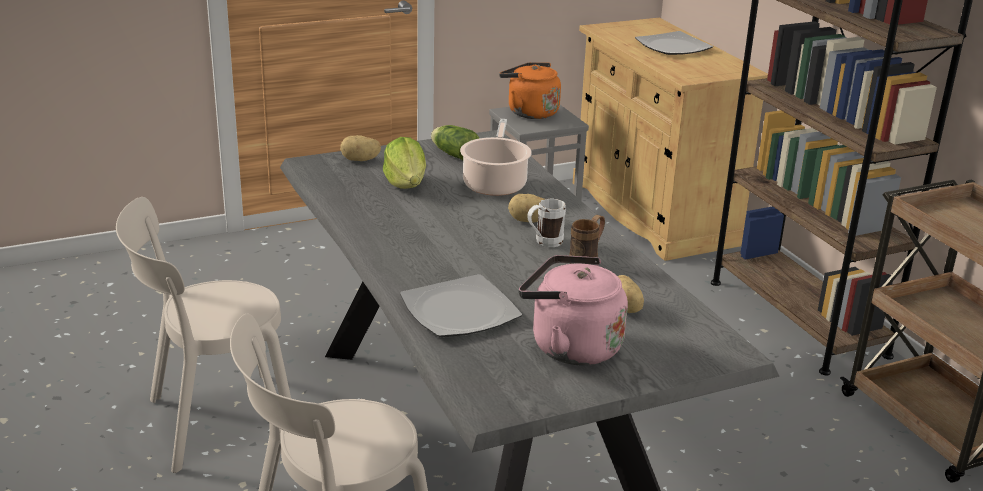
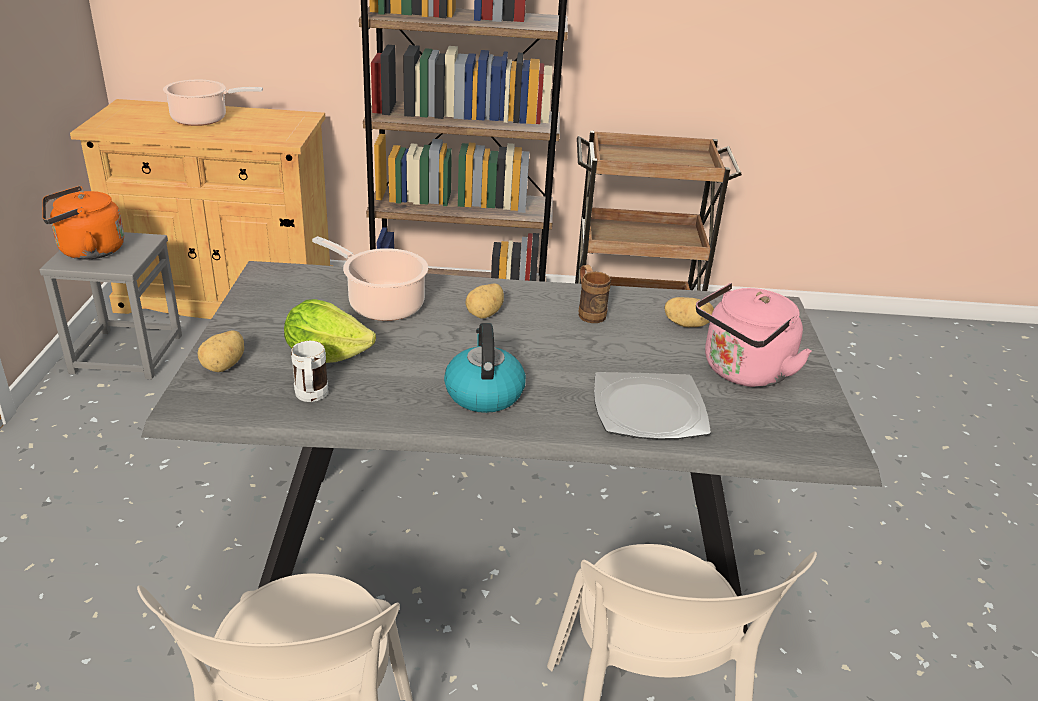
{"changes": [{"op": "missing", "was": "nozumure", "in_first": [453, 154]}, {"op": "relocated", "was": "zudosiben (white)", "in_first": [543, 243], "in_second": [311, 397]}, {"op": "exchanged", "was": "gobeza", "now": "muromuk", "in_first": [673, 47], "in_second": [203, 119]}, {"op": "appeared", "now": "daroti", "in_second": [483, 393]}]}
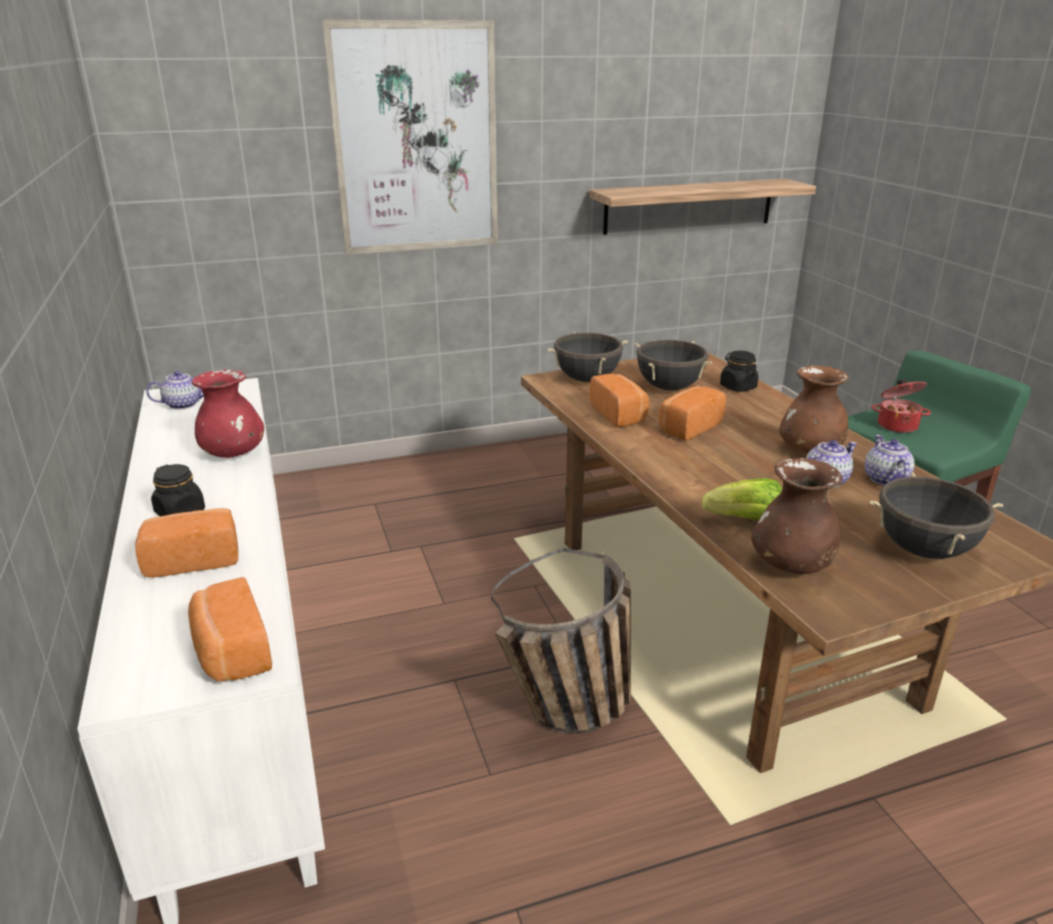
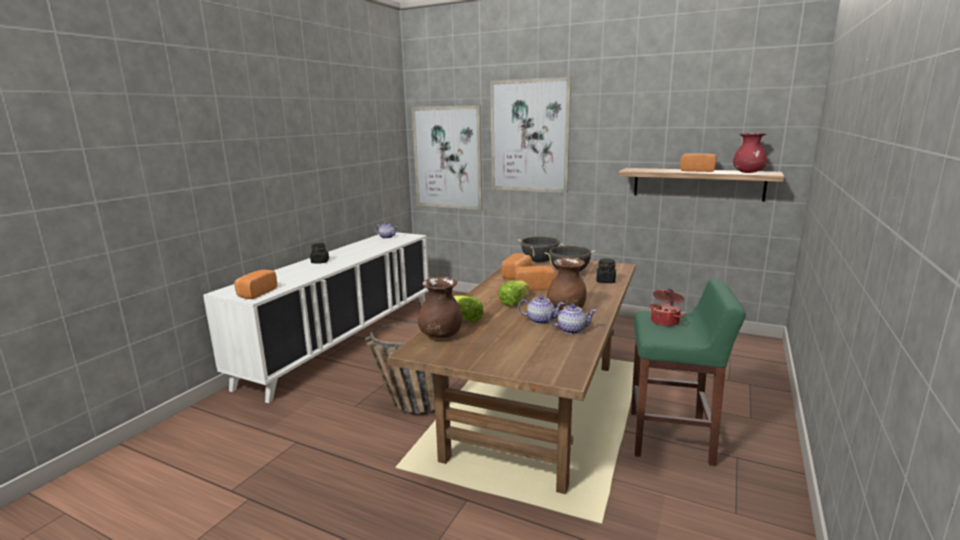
{"changes": [{"op": "relocated", "was": "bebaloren", "in_first": [193, 559], "in_second": [697, 171]}, {"op": "relocated", "was": "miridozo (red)", "in_first": [234, 453], "in_second": [748, 173]}, {"op": "spun", "was": "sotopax", "in_first": [884, 479], "in_second": [571, 330], "clockwise": 45}, {"op": "missing", "was": "muromuk (black)", "in_first": [923, 550]}, {"op": "appeared", "now": "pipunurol", "in_second": [447, 158]}, {"op": "appeared", "now": "nozumure", "in_second": [514, 302]}]}
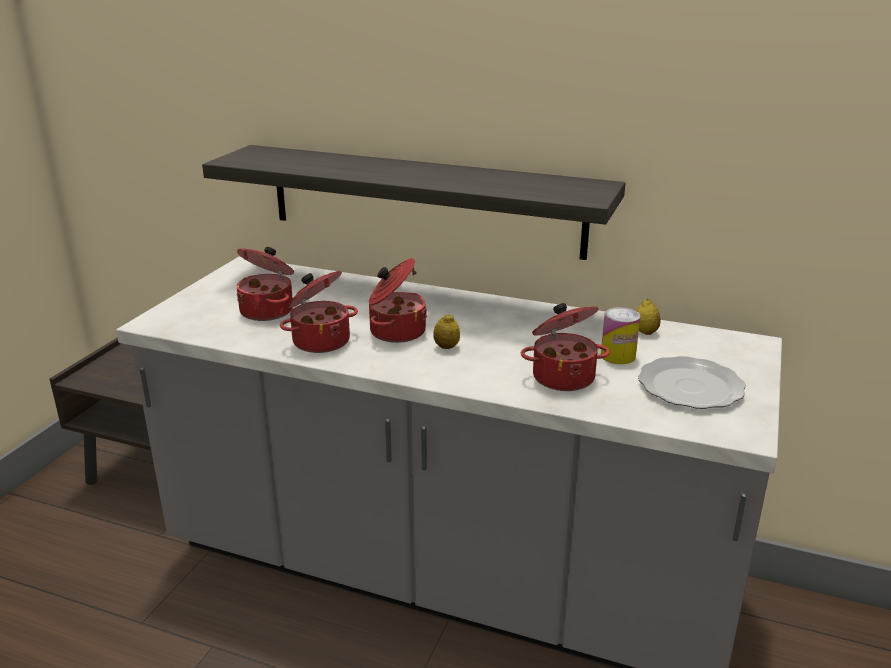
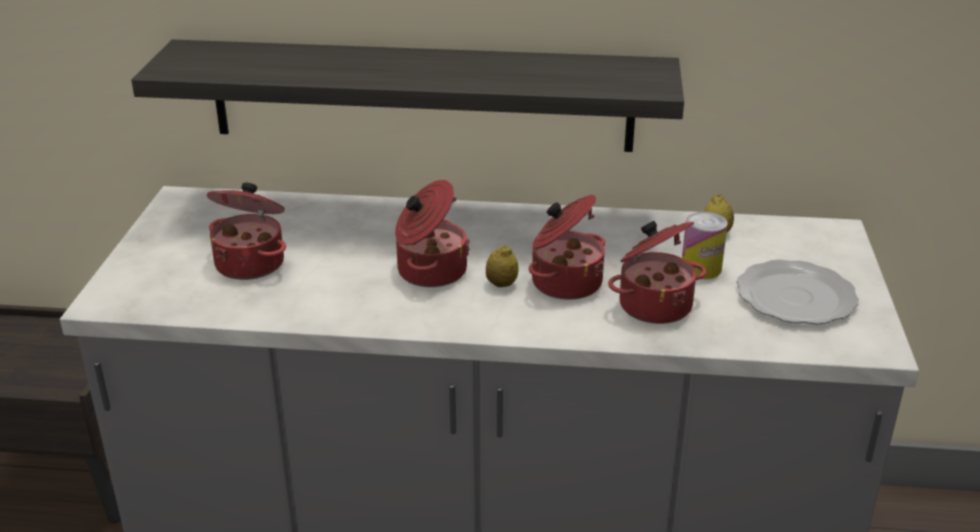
{"changes": [{"op": "relocated", "was": "muromuk", "in_first": [320, 341], "in_second": [565, 282]}]}
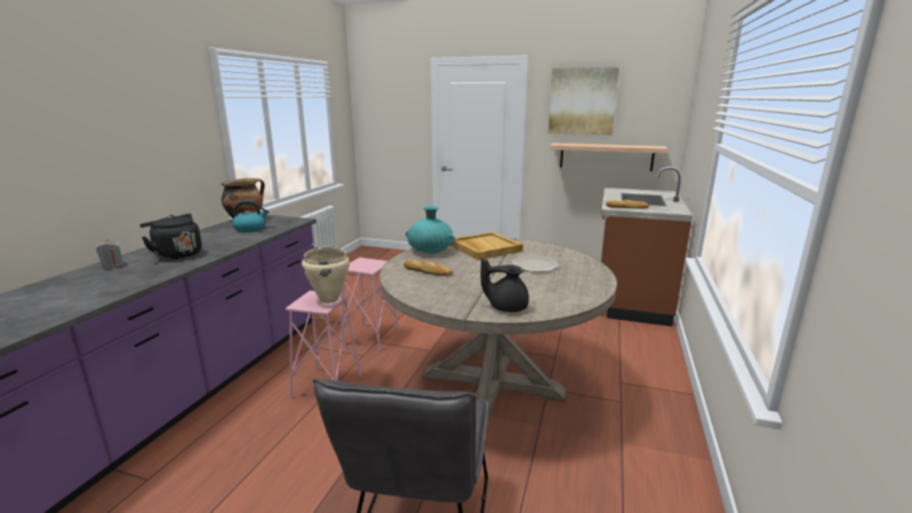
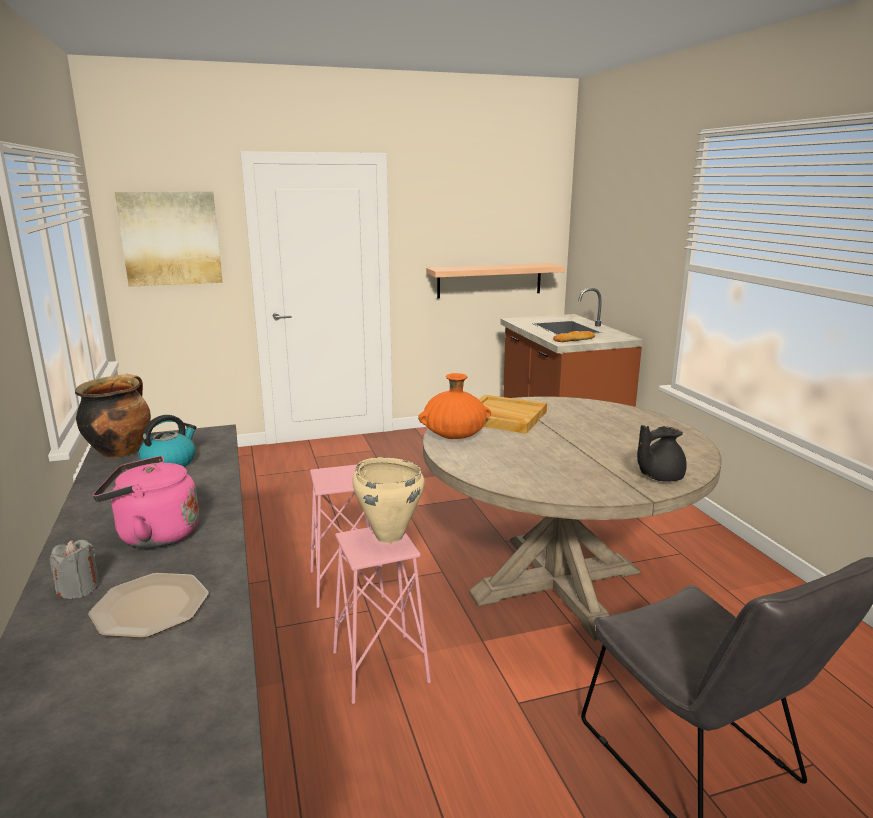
{"changes": [{"op": "colour", "was": "daroti (black)", "now": "daroti (pink)", "in_first": [176, 255], "in_second": [153, 535]}, {"op": "missing", "was": "bebaloren", "in_first": [427, 271]}, {"op": "colour", "was": "miridozo (turquoise)", "now": "miridozo (orange)", "in_first": [430, 251], "in_second": [454, 436]}, {"op": "relocated", "was": "gobeza", "in_first": [534, 265], "in_second": [150, 607]}, {"op": "relocated", "was": "pipunurol", "in_first": [582, 101], "in_second": [171, 238]}]}
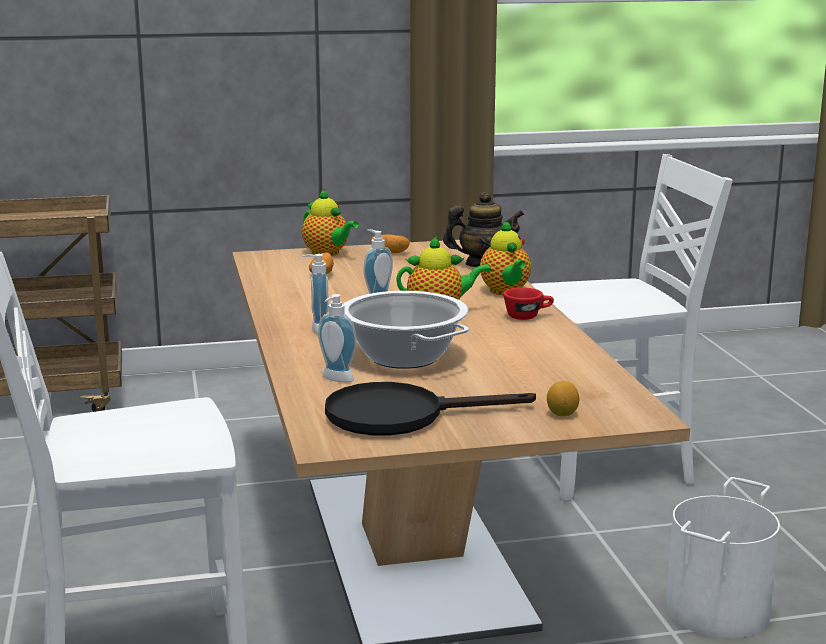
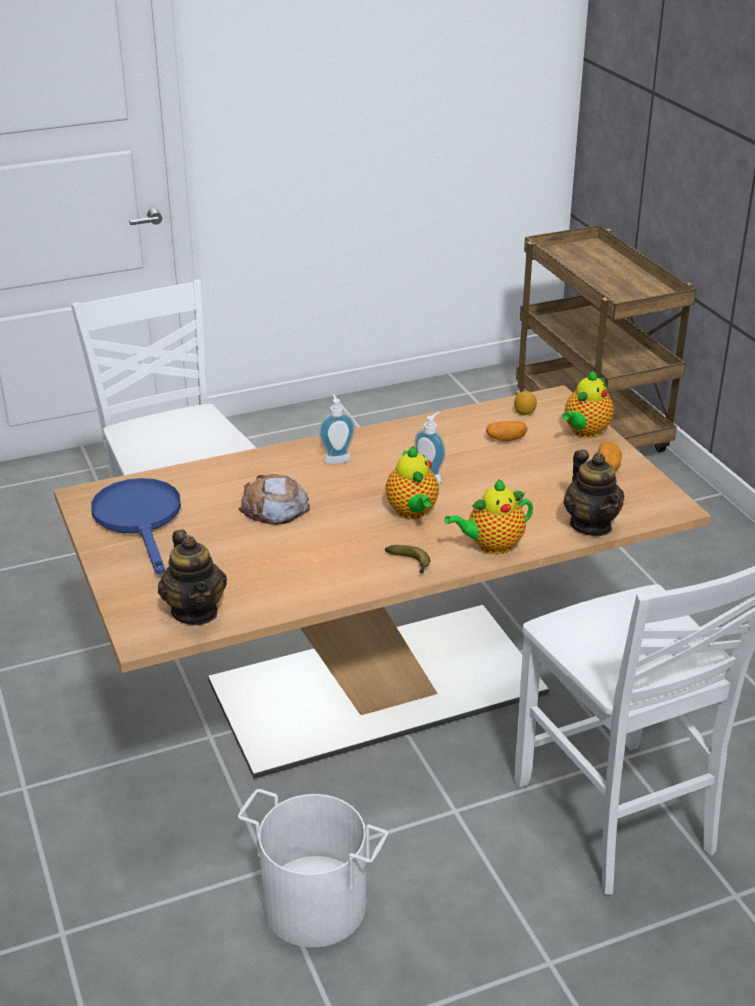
{"changes": [{"op": "missing", "was": "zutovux", "in_first": [335, 379]}, {"op": "colour", "was": "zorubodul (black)", "now": "zorubodul (blue)", "in_first": [401, 415], "in_second": [140, 519]}, {"op": "exchanged", "was": "muromuk", "now": "bebaloren", "in_first": [405, 357], "in_second": [274, 507]}, {"op": "exchanged", "was": "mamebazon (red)", "now": "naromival", "in_first": [528, 316], "in_second": [411, 564]}, {"op": "relocated", "was": "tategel", "in_first": [562, 414], "in_second": [524, 413]}, {"op": "appeared", "now": "sotopax", "in_second": [195, 611]}]}
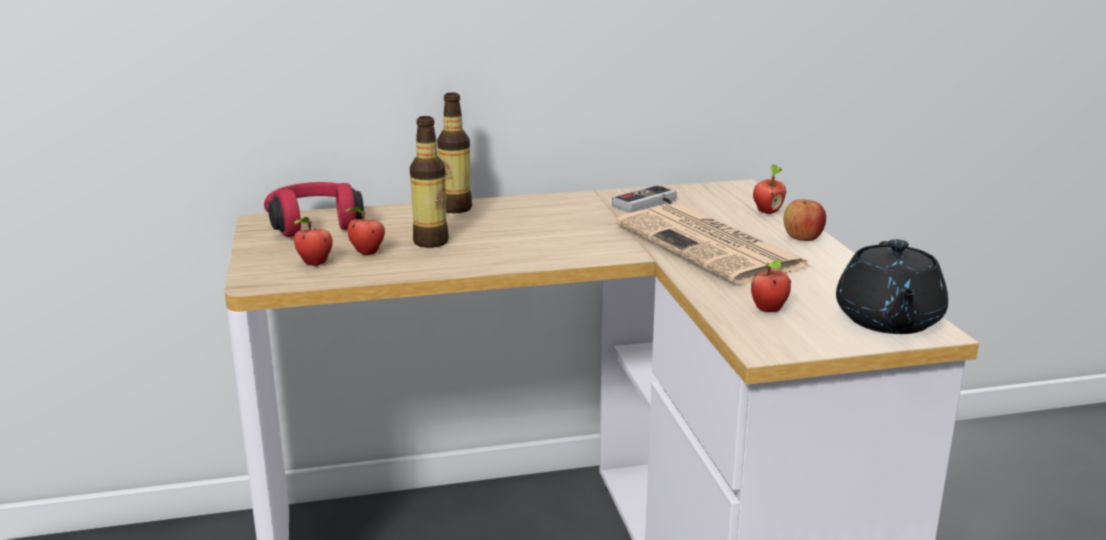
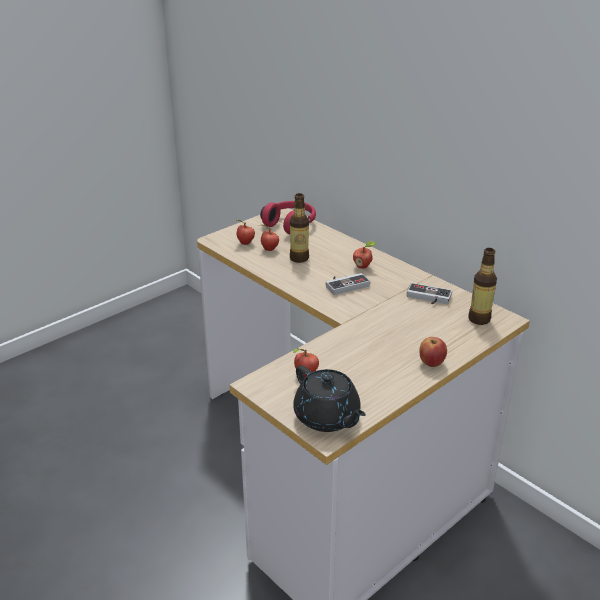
{"changes": [{"op": "relocated", "was": "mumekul", "in_first": [456, 208], "in_second": [479, 319]}, {"op": "missing", "was": "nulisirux", "in_first": [712, 246]}, {"op": "relocated", "was": "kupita", "in_first": [767, 211], "in_second": [363, 266]}, {"op": "spun", "was": "sotopax (black)", "in_first": [888, 320], "in_second": [327, 417], "clockwise": -105}, {"op": "appeared", "now": "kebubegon", "in_second": [345, 284]}]}
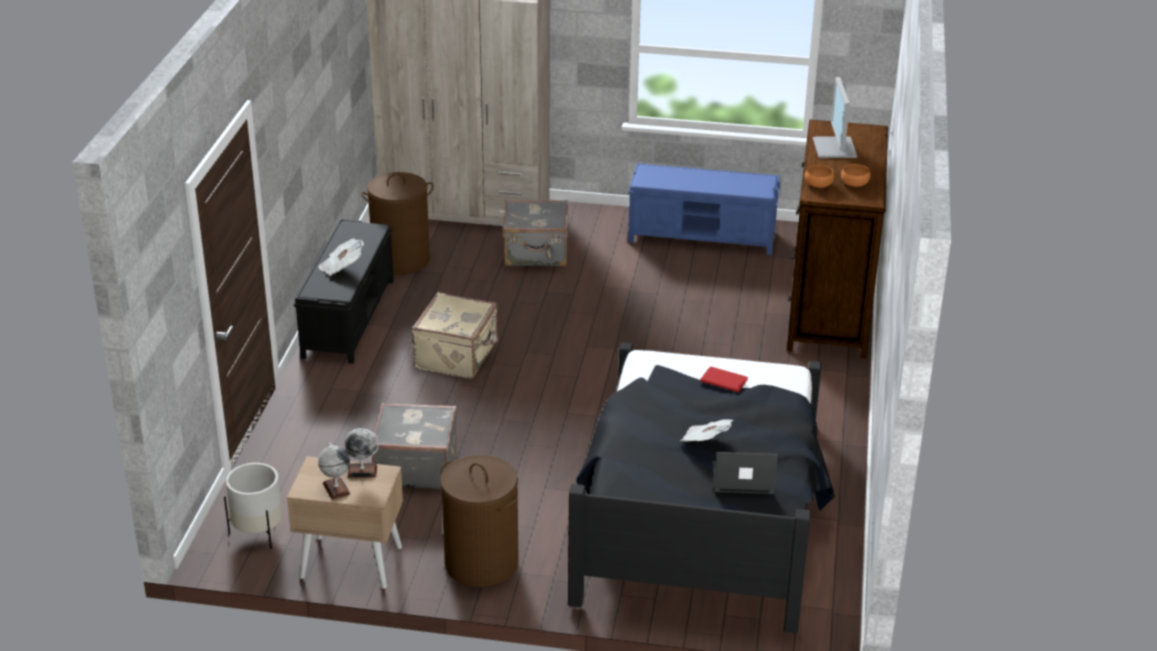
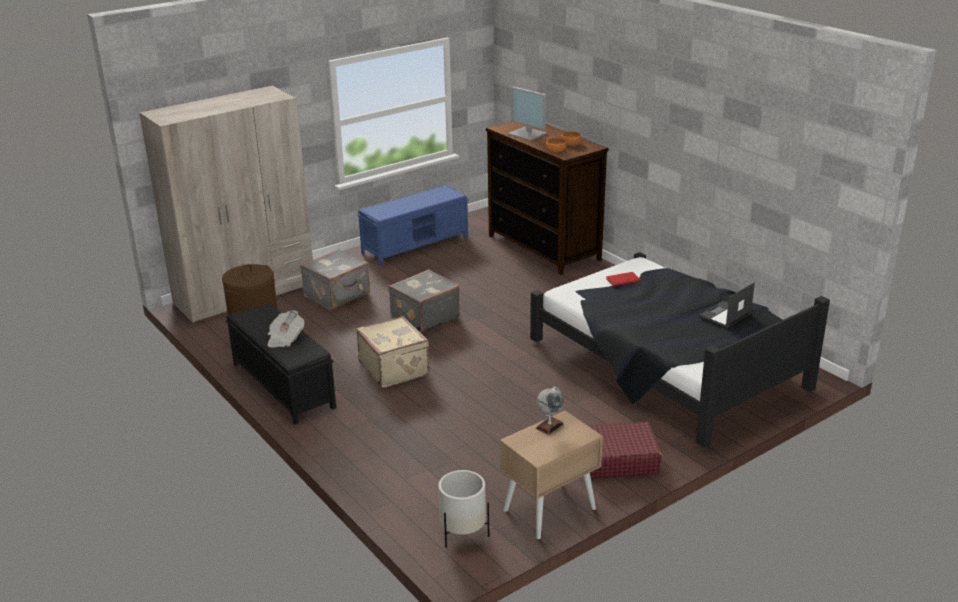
{"changes": [{"op": "missing", "was": "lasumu", "in_first": [336, 488]}, {"op": "relocated", "was": "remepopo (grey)", "in_first": [416, 467], "in_second": [424, 318]}, {"op": "exchanged", "was": "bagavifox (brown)", "now": "remepopo (red)", "in_first": [481, 563], "in_second": [618, 460]}, {"op": "missing", "was": "nulisirux", "in_first": [705, 441]}]}
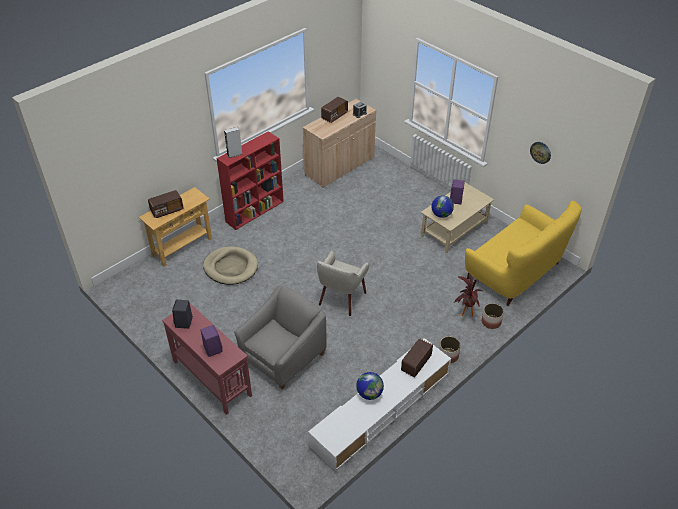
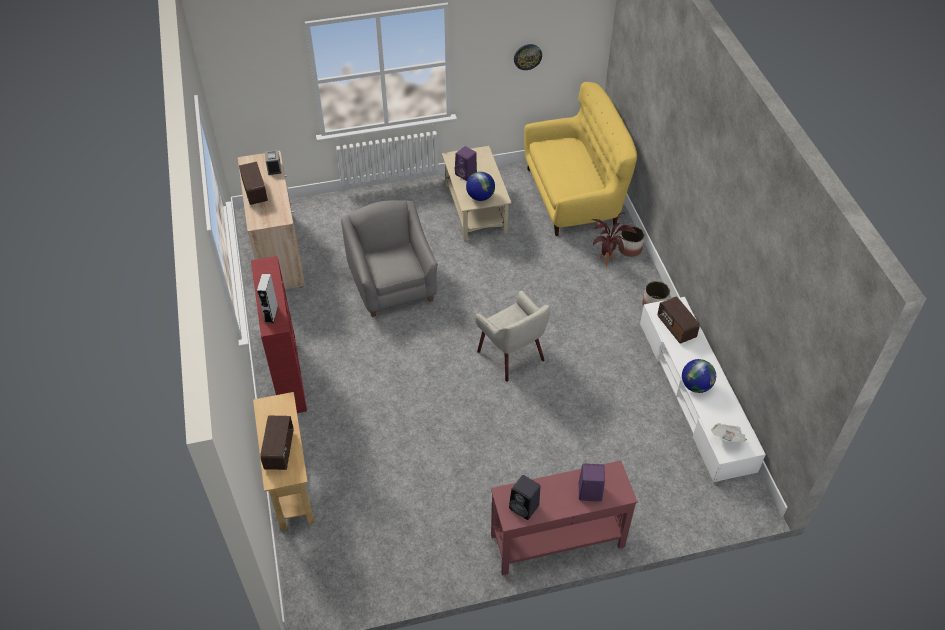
{"changes": [{"op": "missing", "was": "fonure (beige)", "in_first": [231, 267]}, {"op": "relocated", "was": "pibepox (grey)", "in_first": [283, 357], "in_second": [392, 284]}, {"op": "appeared", "now": "nulisirux", "in_second": [727, 438]}]}
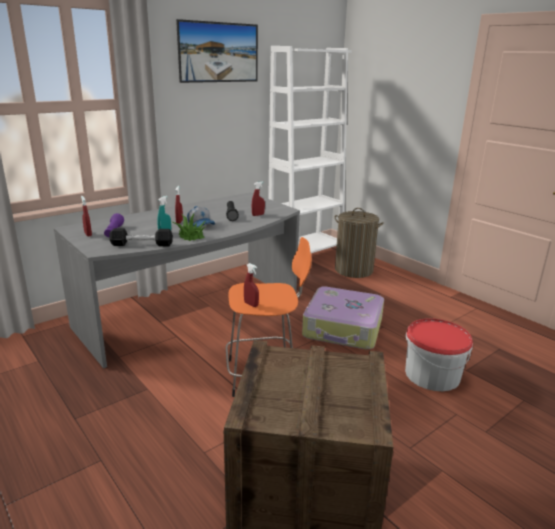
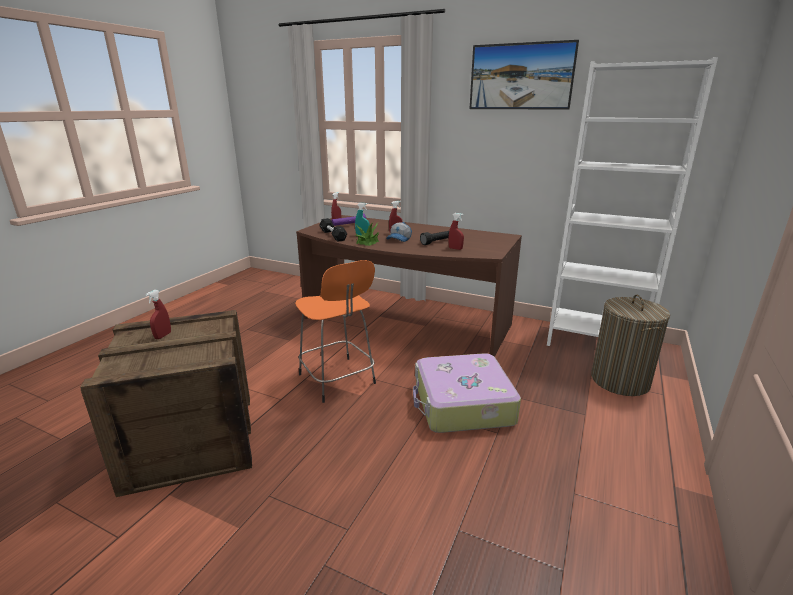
{"changes": [{"op": "colour", "was": "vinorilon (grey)", "now": "vinorilon (brown)", "in_first": [193, 314], "in_second": [403, 324]}, {"op": "relocated", "was": "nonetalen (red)", "in_first": [251, 304], "in_second": [163, 336]}, {"op": "missing", "was": "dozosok", "in_first": [432, 374]}]}
